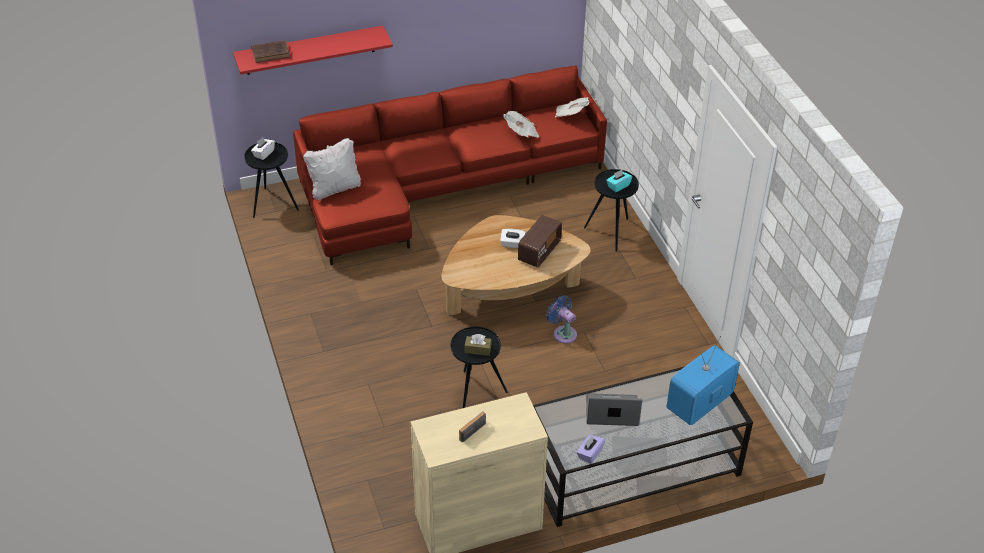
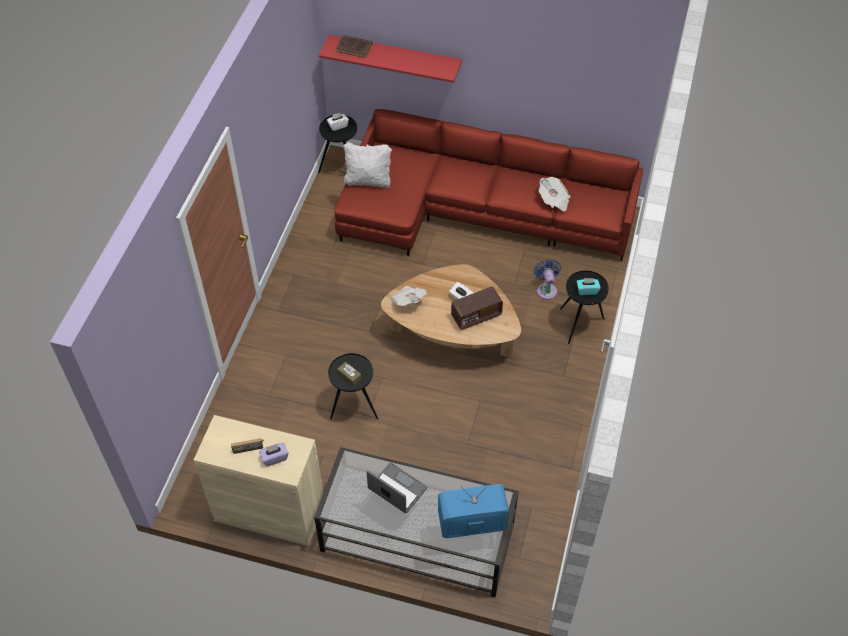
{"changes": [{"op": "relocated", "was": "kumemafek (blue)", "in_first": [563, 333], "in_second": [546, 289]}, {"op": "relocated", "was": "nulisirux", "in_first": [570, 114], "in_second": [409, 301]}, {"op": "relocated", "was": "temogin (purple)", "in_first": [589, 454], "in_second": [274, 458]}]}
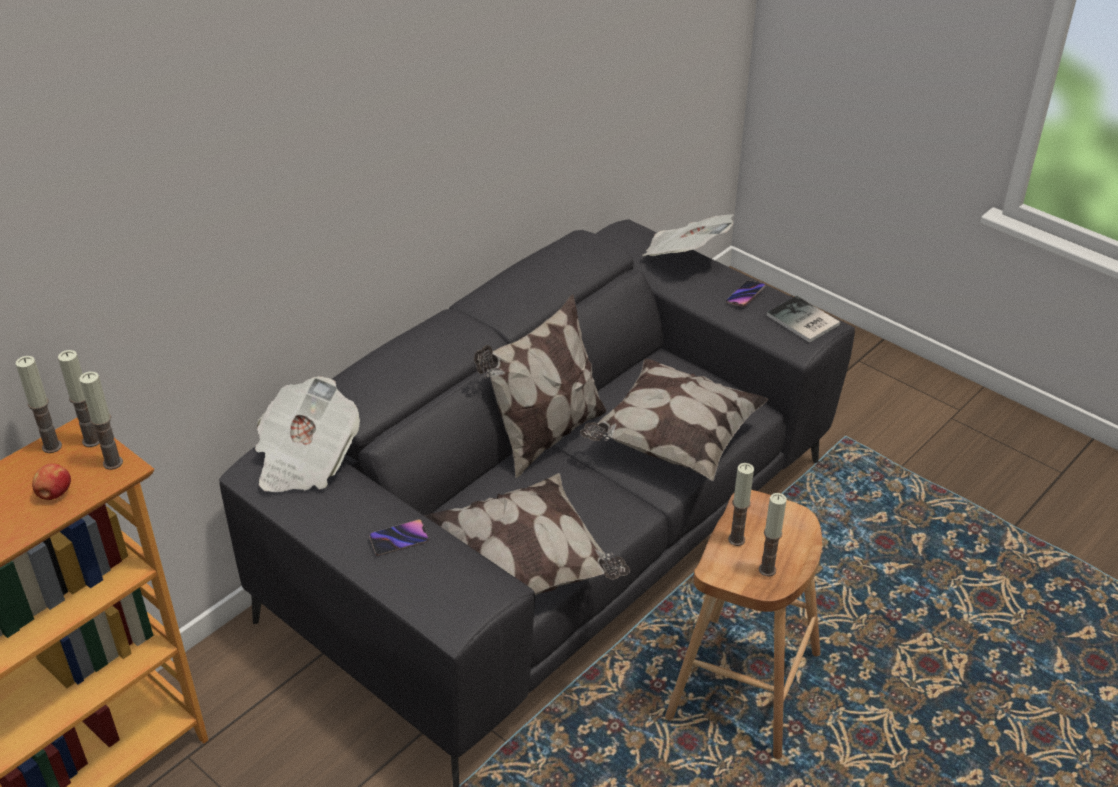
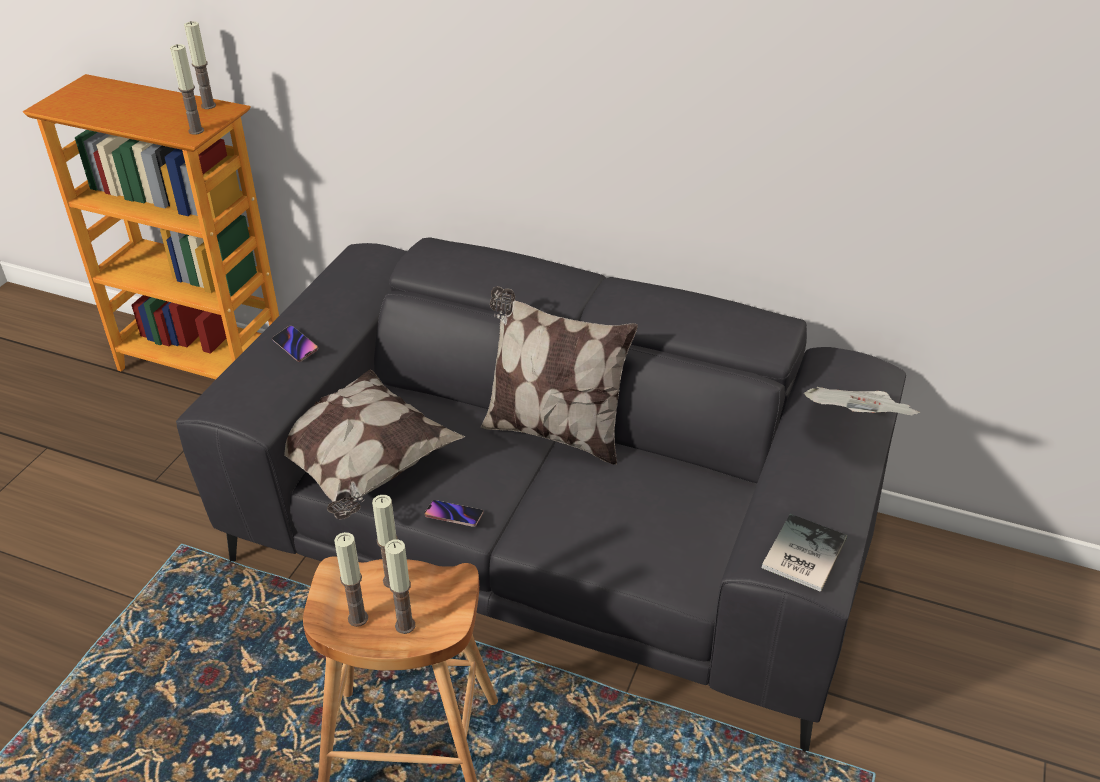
{"changes": [{"op": "missing", "was": "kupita", "in_first": [54, 494]}, {"op": "relocated", "was": "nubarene", "in_first": [92, 441], "in_second": [405, 625]}, {"op": "missing", "was": "nulisirux", "in_first": [305, 459]}, {"op": "missing", "was": "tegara", "in_first": [672, 441]}, {"op": "relocated", "was": "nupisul", "in_first": [745, 295], "in_second": [454, 516]}]}
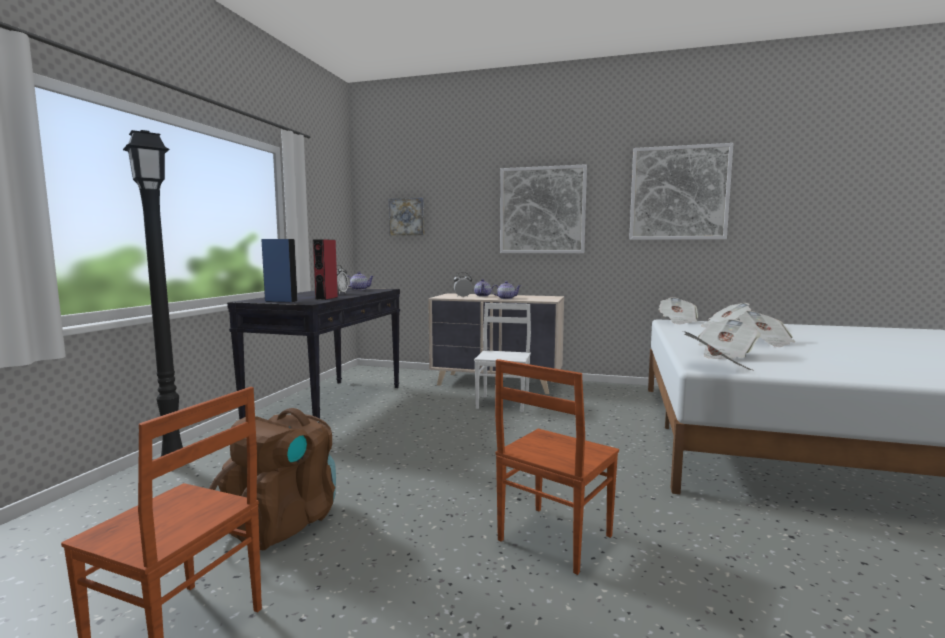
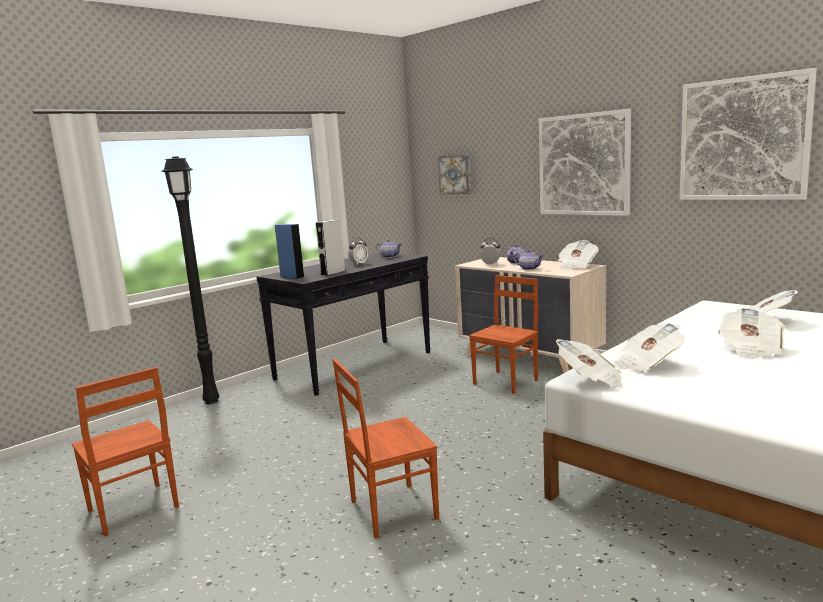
{"changes": [{"op": "missing", "was": "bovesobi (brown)", "in_first": [283, 522]}, {"op": "colour", "was": "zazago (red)", "now": "zazago (grey)", "in_first": [326, 298], "in_second": [333, 273]}, {"op": "colour", "was": "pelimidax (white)", "now": "pelimidax (brown)", "in_first": [503, 403], "in_second": [506, 382]}, {"op": "relocated", "was": "nulisirux", "in_first": [677, 321], "in_second": [576, 266]}]}
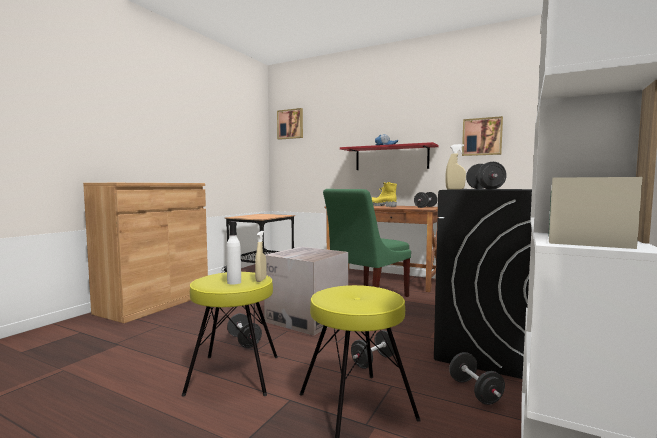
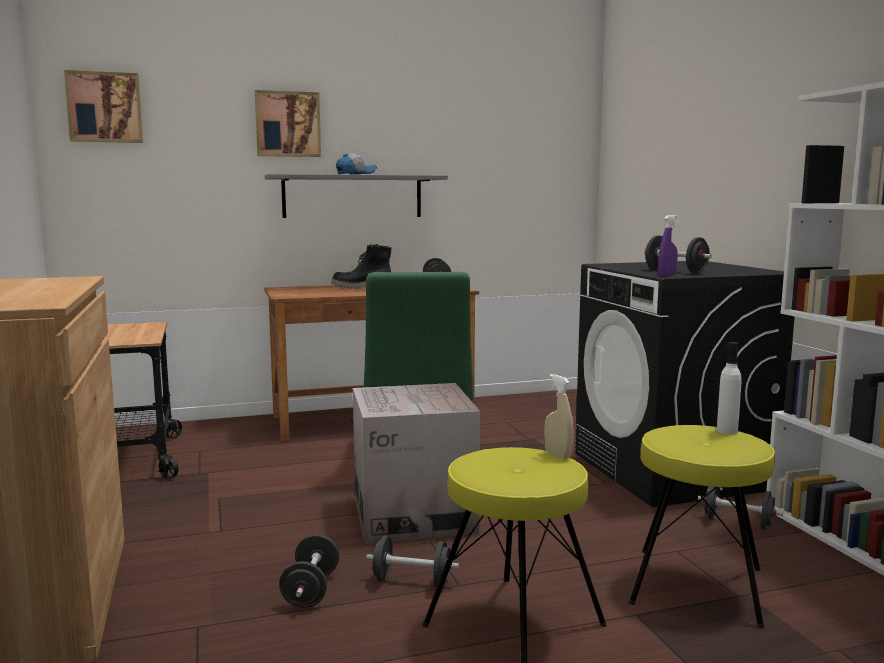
{"changes": [{"op": "relocated", "was": "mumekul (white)", "in_first": [234, 282], "in_second": [727, 431]}, {"op": "colour", "was": "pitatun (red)", "now": "pitatun (grey)", "in_first": [391, 158], "in_second": [352, 196]}, {"op": "relocated", "was": "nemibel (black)", "in_first": [373, 361], "in_second": [311, 590]}, {"op": "colour", "was": "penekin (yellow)", "now": "penekin (black)", "in_first": [382, 206], "in_second": [361, 288]}, {"op": "colour", "was": "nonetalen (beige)", "now": "nonetalen (purple)", "in_first": [455, 189], "in_second": [667, 275]}, {"op": "relocated", "was": "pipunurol", "in_first": [482, 137], "in_second": [287, 124]}]}
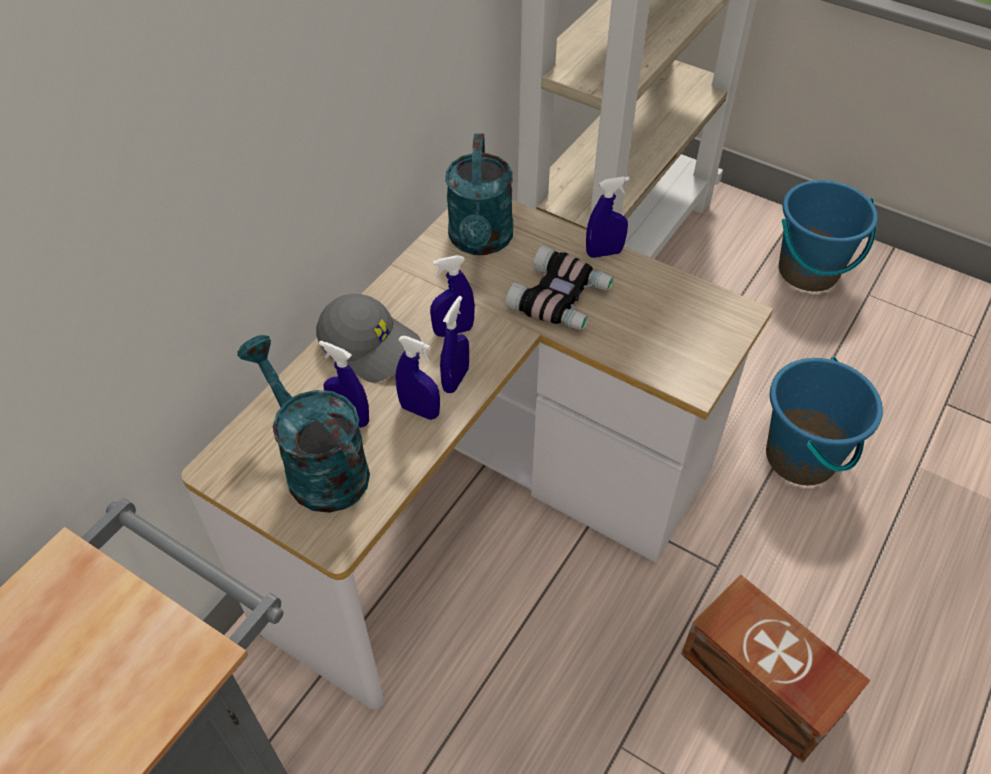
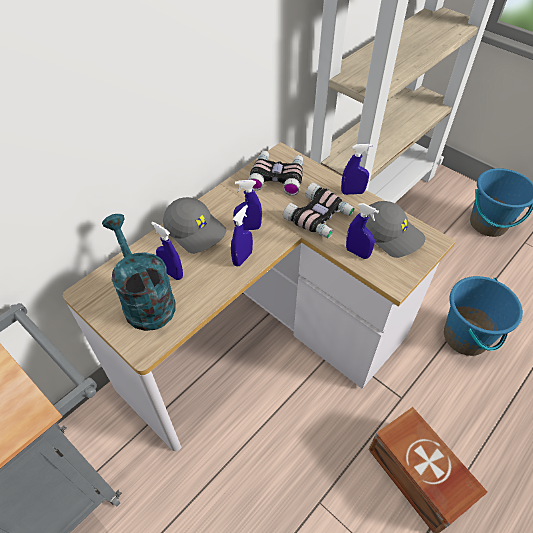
{"changes": [{"op": "relocated", "was": "nonetalen (blue)", "in_first": [419, 411], "in_second": [357, 253]}, {"op": "exchanged", "was": "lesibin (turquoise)", "now": "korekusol", "in_first": [480, 241], "in_second": [277, 176]}, {"op": "appeared", "now": "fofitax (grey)", "in_second": [391, 234]}]}
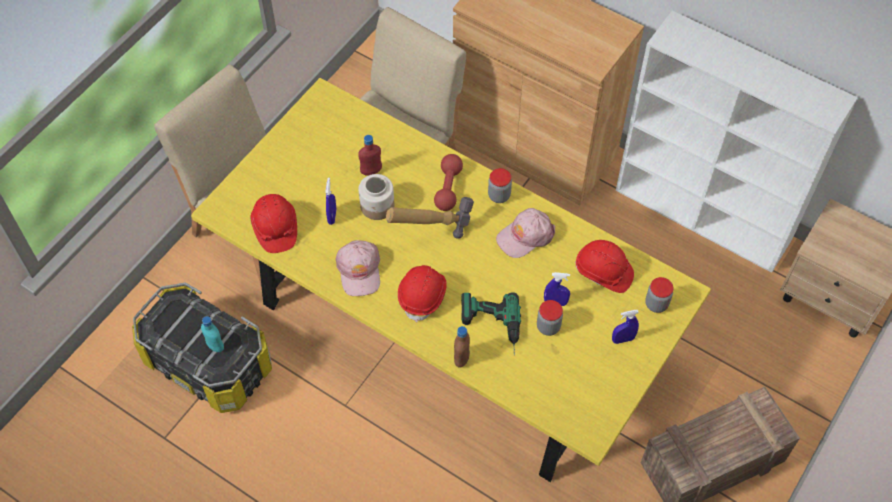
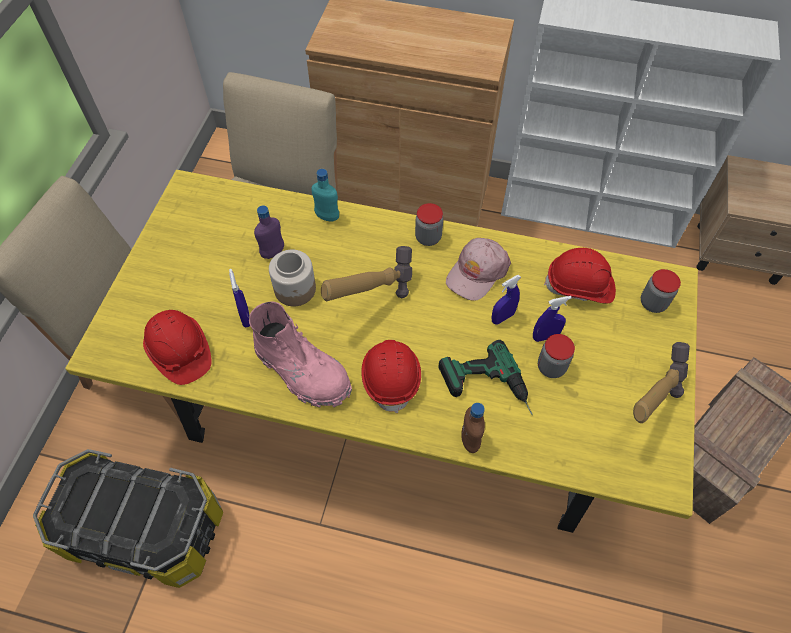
{"changes": [{"op": "relocated", "was": "mumekul (turquoise)", "in_first": [215, 346], "in_second": [327, 217]}, {"op": "exchanged", "was": "fofitax (pink)", "now": "penekin (pink)", "in_first": [359, 271], "in_second": [303, 372]}, {"op": "colour", "was": "mumekul (red)", "now": "mumekul (purple)", "in_first": [371, 171], "in_second": [273, 252]}, {"op": "missing", "was": "nemibel (red)", "in_first": [448, 188]}, {"op": "relocated", "was": "nonetalen (blue)", "in_first": [623, 339], "in_second": [502, 317]}, {"op": "appeared", "now": "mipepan", "in_second": [643, 405]}]}
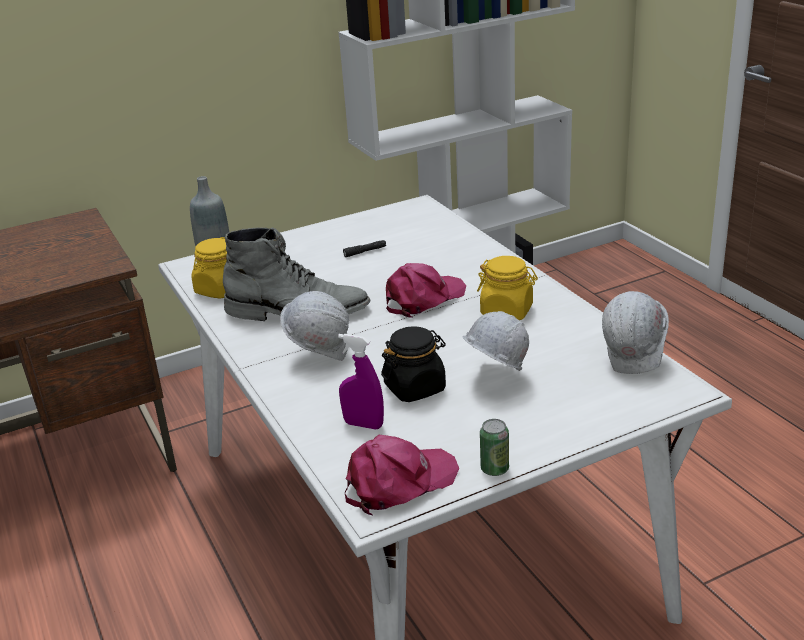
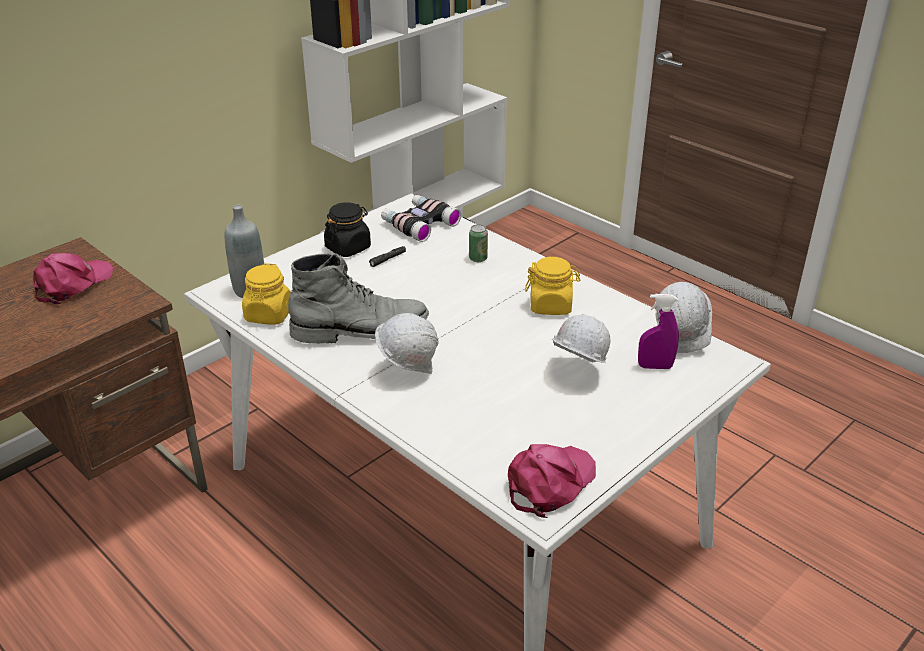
{"changes": [{"op": "relocated", "was": "nonetalen (purple)", "in_first": [363, 424], "in_second": [655, 366]}, {"op": "relocated", "was": "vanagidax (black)", "in_first": [415, 388], "in_second": [348, 248]}, {"op": "relocated", "was": "fofitax (pink)", "in_first": [423, 298], "in_second": [72, 284]}, {"op": "relocated", "was": "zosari", "in_first": [494, 469], "in_second": [478, 258]}, {"op": "appeared", "now": "korekusol", "in_second": [419, 224]}]}
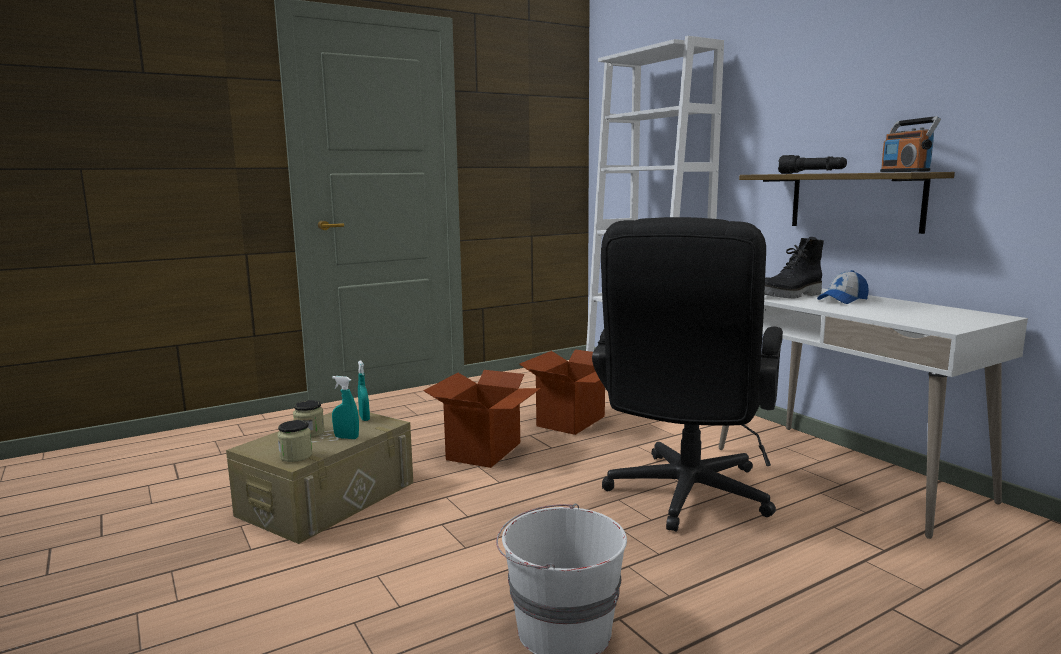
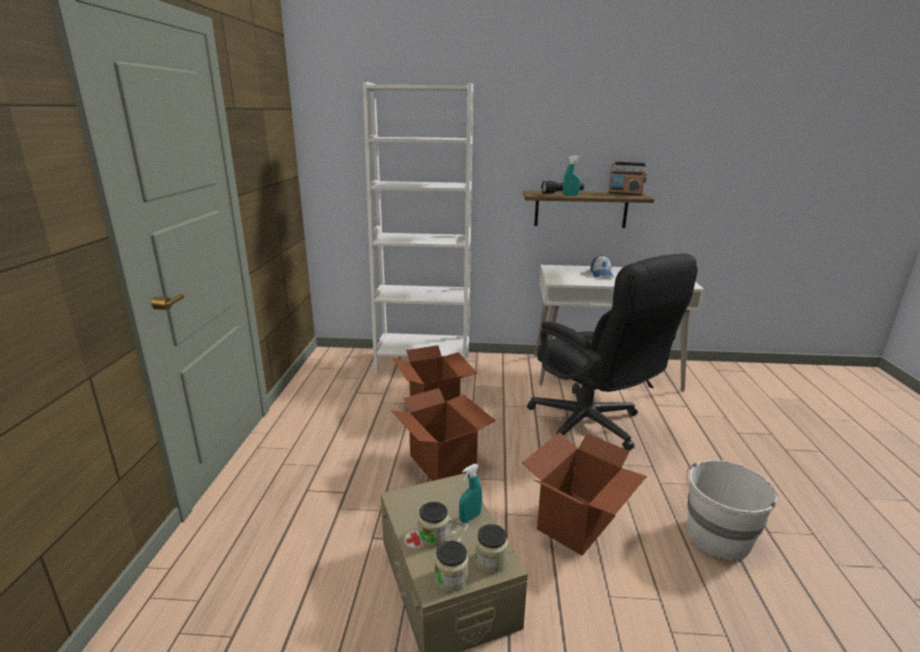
{"changes": [{"op": "relocated", "was": "nonetalen (turquoise)", "in_first": [364, 418], "in_second": [570, 195]}, {"op": "missing", "was": "penekin (black)", "in_first": [791, 296]}, {"op": "appeared", "now": "vanagidax", "in_second": [451, 578]}, {"op": "appeared", "now": "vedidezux", "in_second": [578, 523]}]}
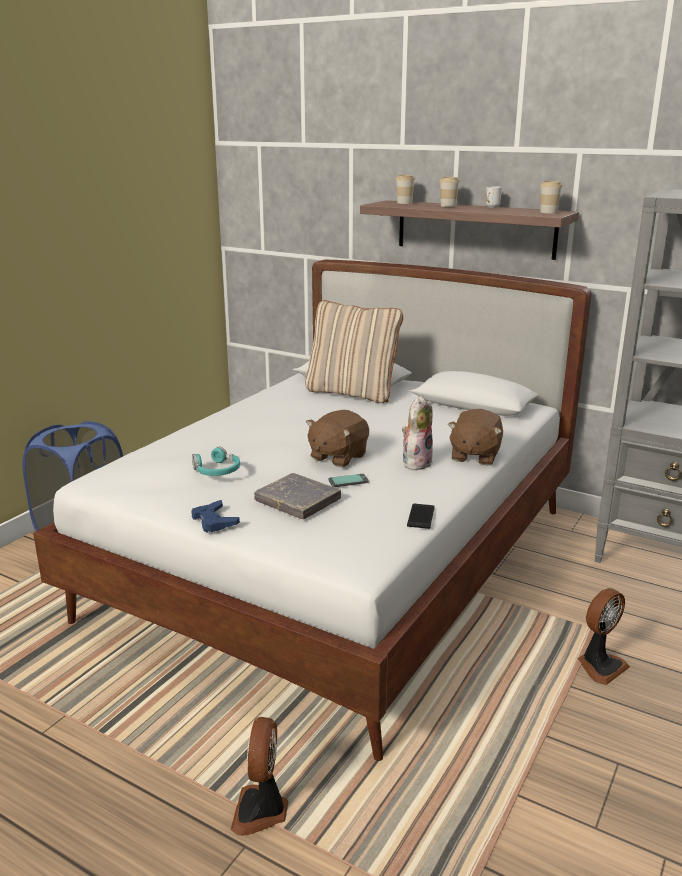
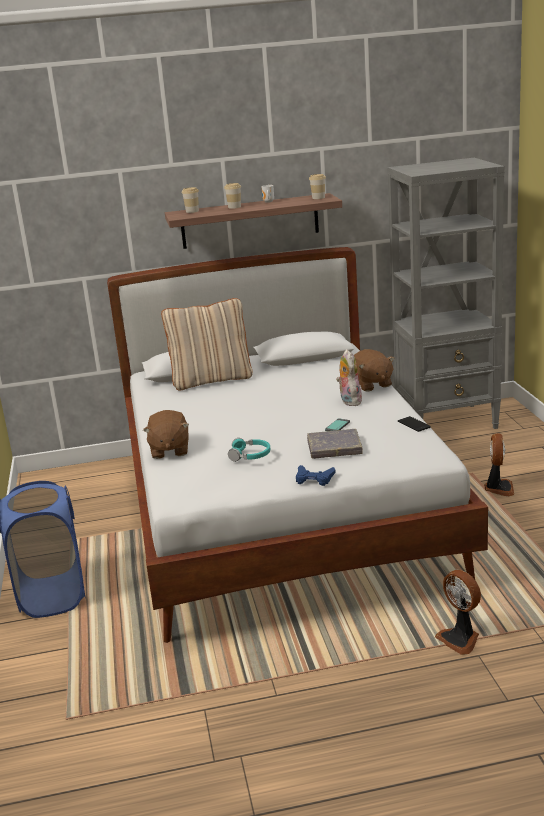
{"changes": [{"op": "relocated", "was": "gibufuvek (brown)", "in_first": [337, 457], "in_second": [169, 450]}]}
